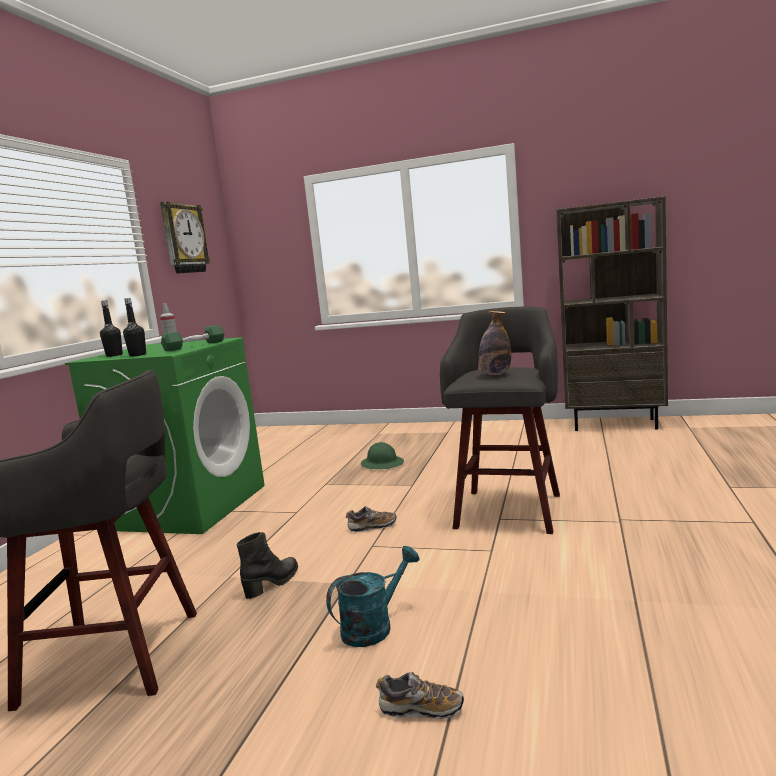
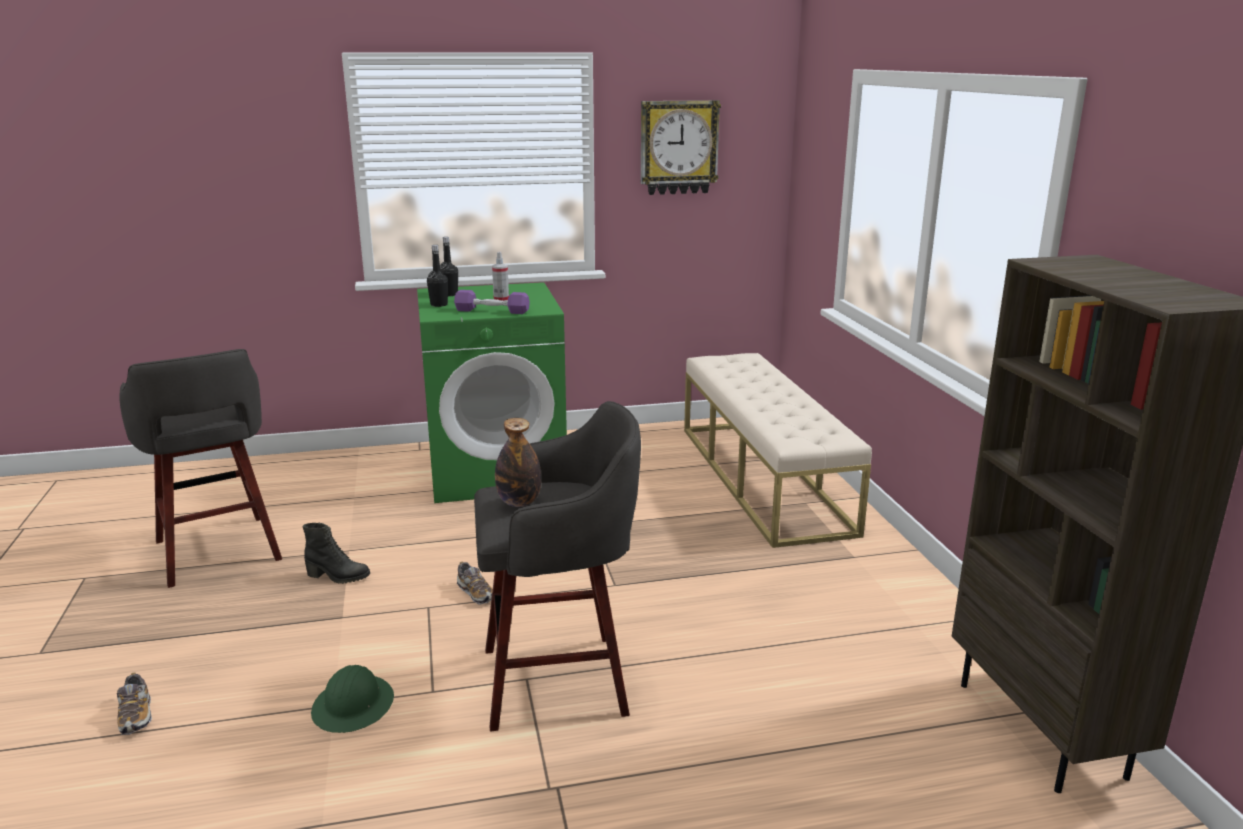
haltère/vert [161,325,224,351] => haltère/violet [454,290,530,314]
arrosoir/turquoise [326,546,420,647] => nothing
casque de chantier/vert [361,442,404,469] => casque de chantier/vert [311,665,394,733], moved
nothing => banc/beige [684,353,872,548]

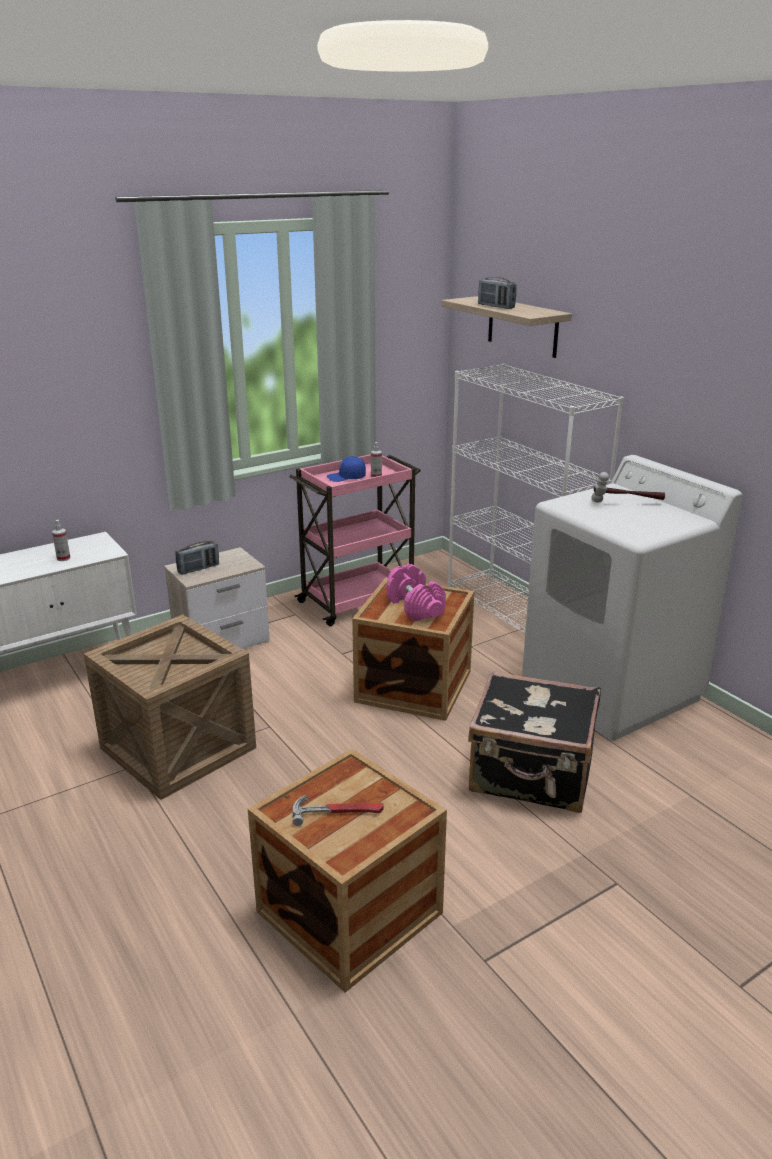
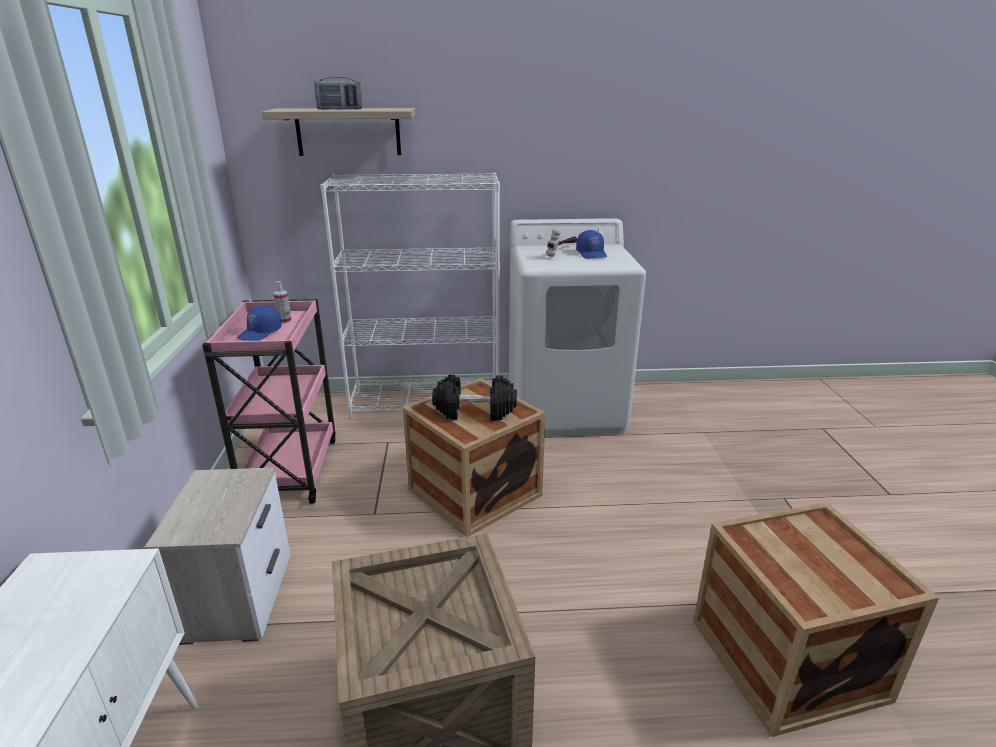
vaporisateur [52,520,71,561] => nothing
radio [175,541,219,575] => nothing
marteau [293,795,384,826] => nothing
haltère/rose [387,564,446,621] => haltère/noir [432,374,517,421]
valise/noir [468,671,601,813] => nothing
nothing => casquette/bleu [576,230,607,259]

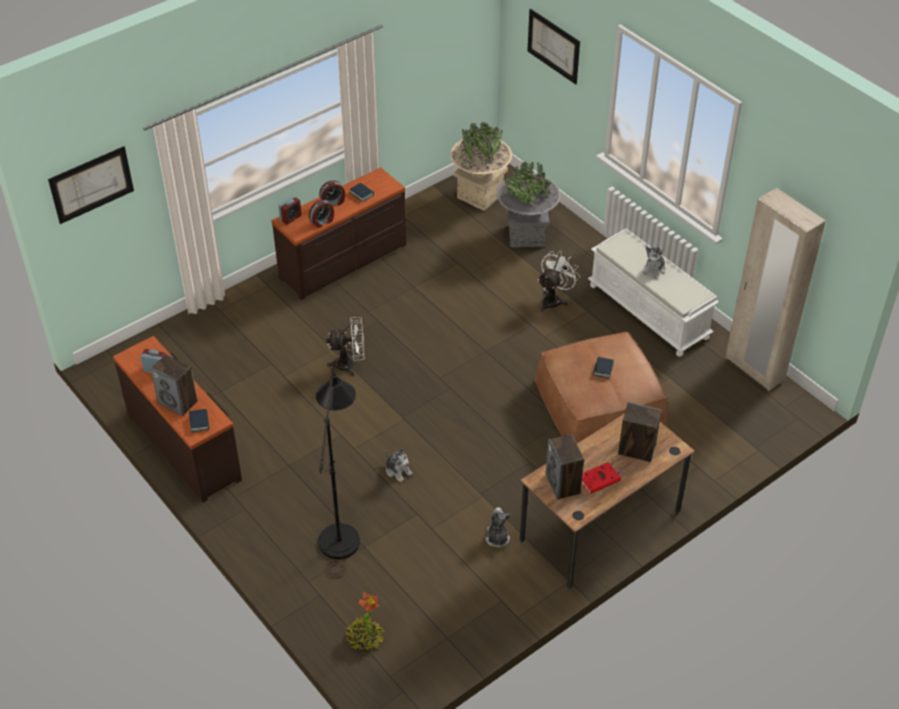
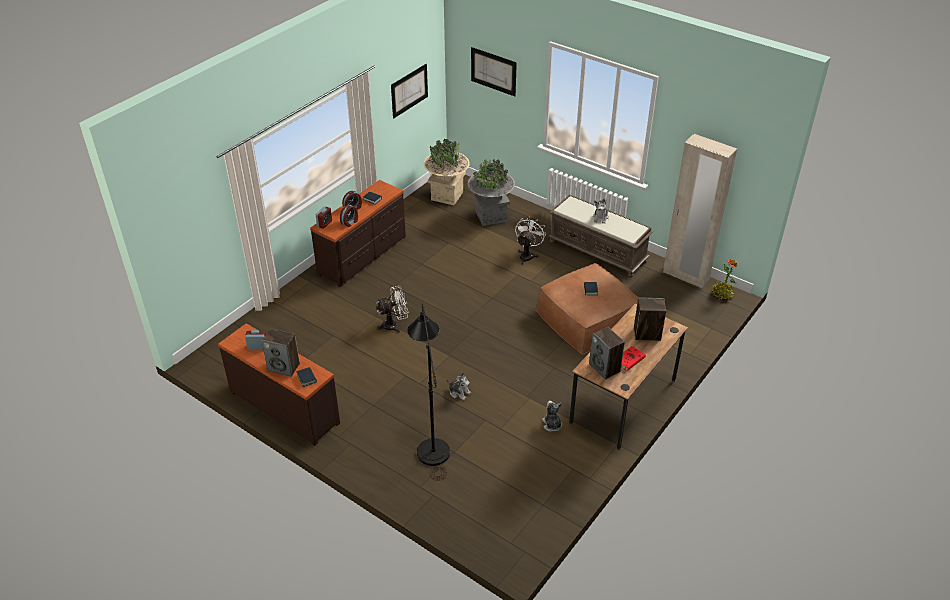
tableau [48,146,134,224] => tableau [391,64,428,118], moved
plante en pot [346,592,385,650] => plante en pot [711,259,737,300], moved
banc/blanc [588,228,719,357] => banc/marron [548,195,653,277]

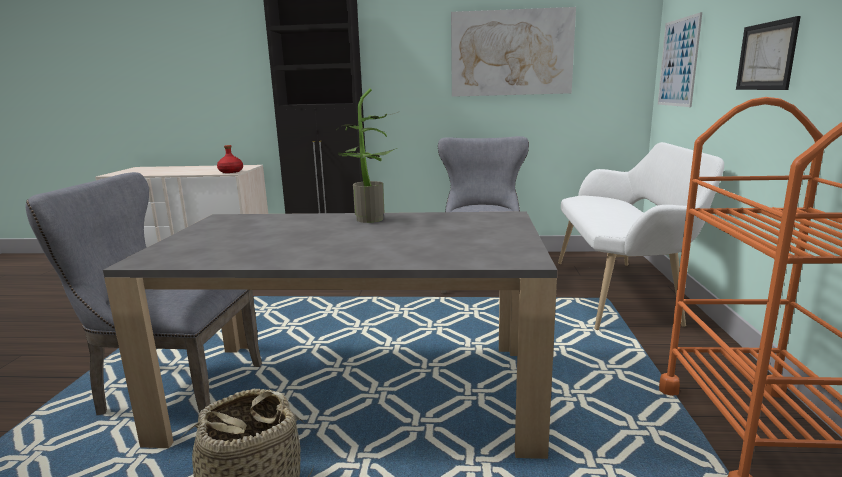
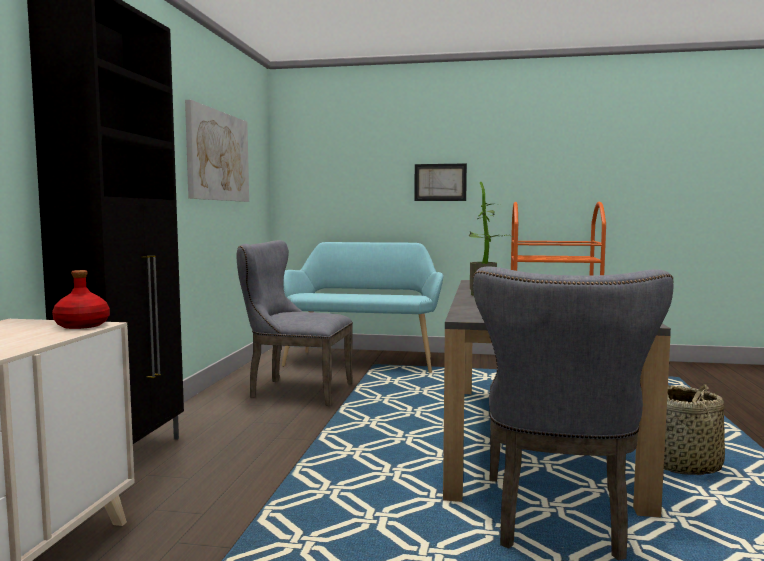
banc/blanc [558,142,724,330] => banc/turquoise [282,242,443,373]
tableau [658,12,702,107] => nothing

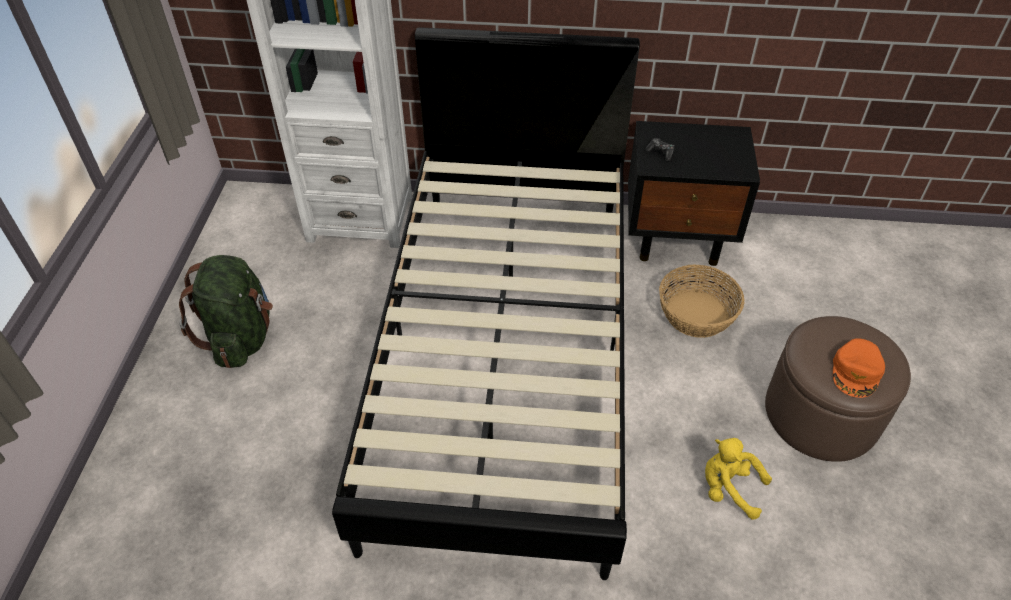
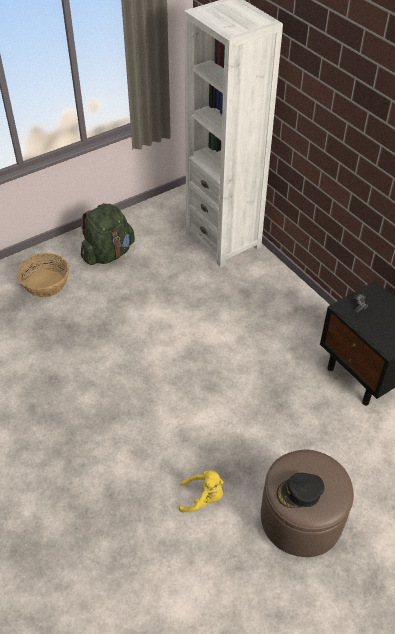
lit/noir [332,27,640,580] => nothing
panier [659,264,745,338] => panier [17,253,69,297], moved
peluche/jaune [705,438,772,519] => peluche/jaune [179,470,223,513], 105 degrees clockwise
casquette/orange [833,338,885,398] => casquette/noir [277,473,324,508]

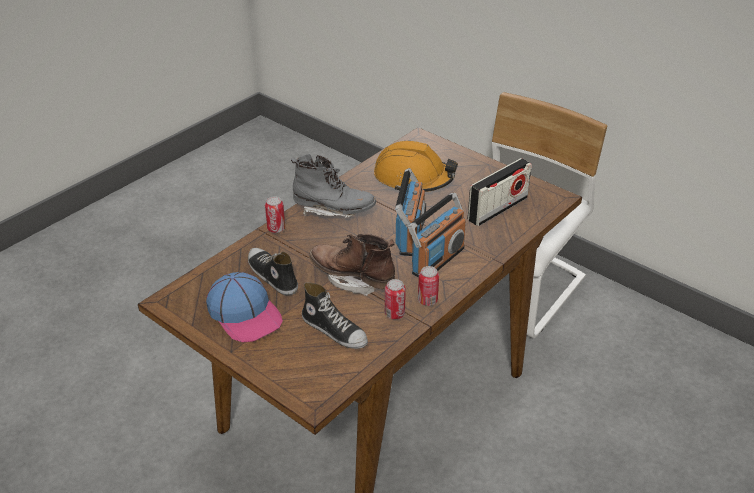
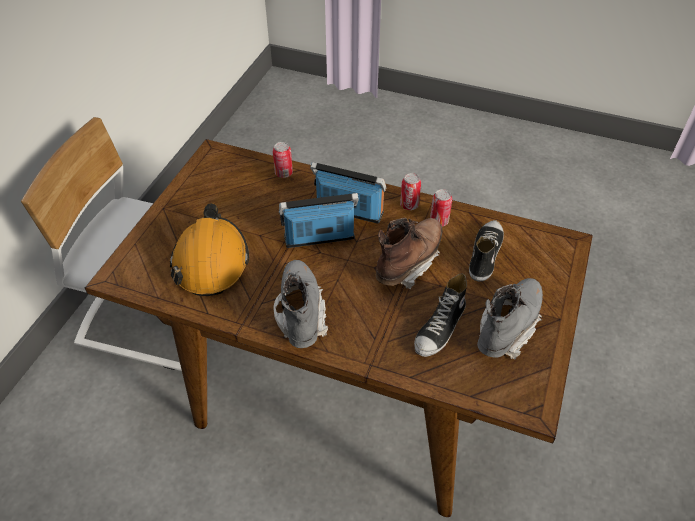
casquette [206,272,283,342] => botte/gris [477,278,543,360]
boîte métallique [265,196,285,233] => boîte métallique [273,142,293,178], moved
botte/marron [309,234,395,296] => botte/marron [376,218,443,289], 150 degrees counterclockwise
radio [468,158,532,226] => nothing

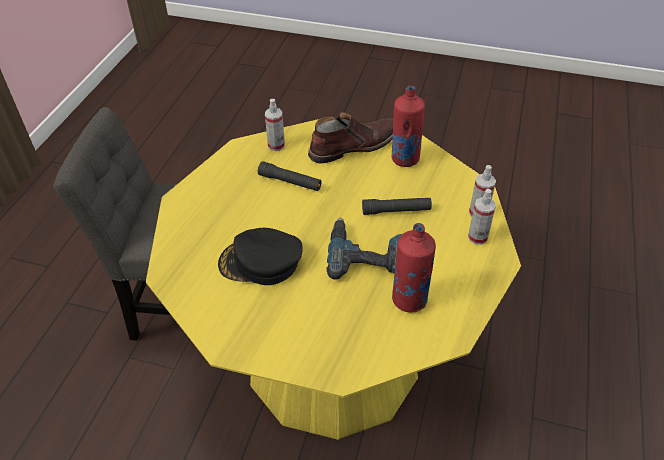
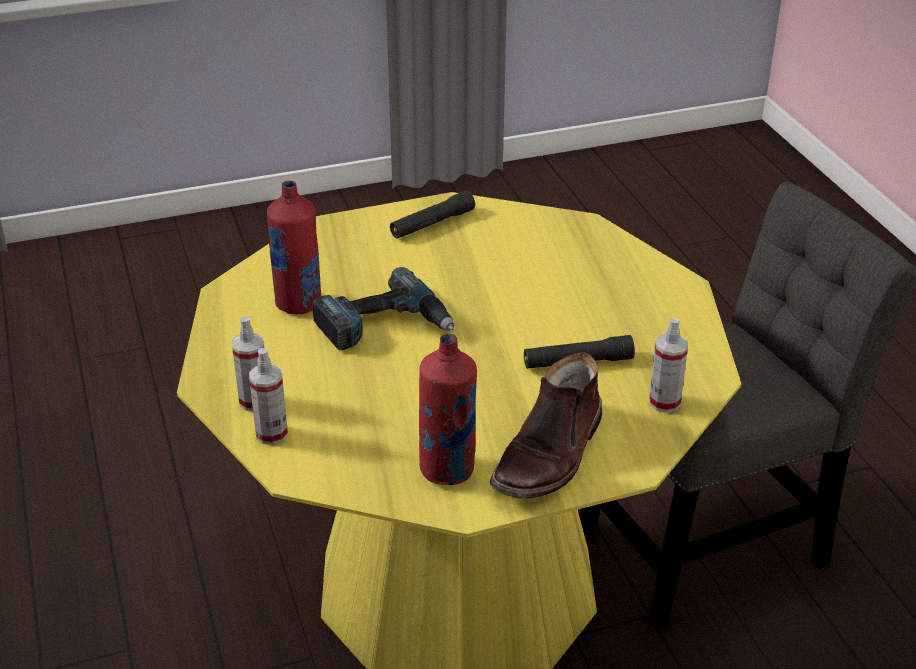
casquette/noir [218,228,303,285] => nothing
lampe de poche/noir [362,198,432,215] => lampe de poche/noir [390,191,475,239], moved

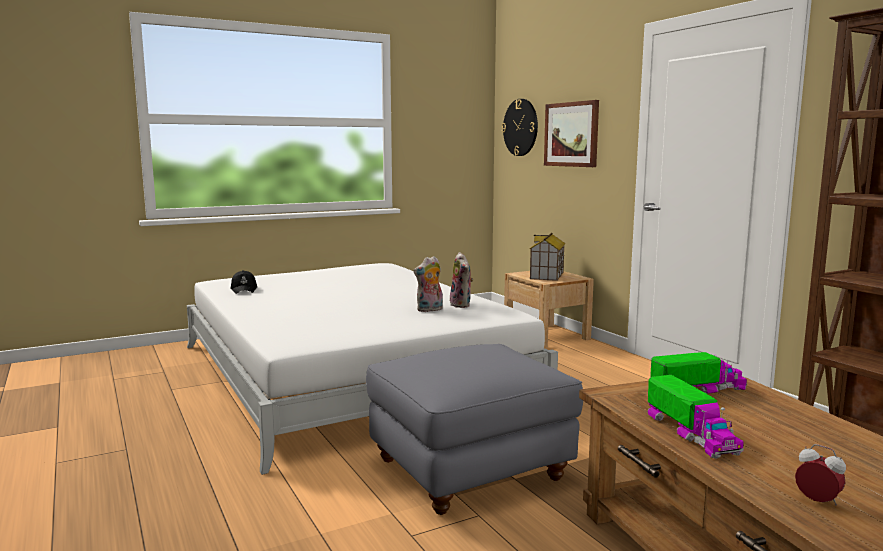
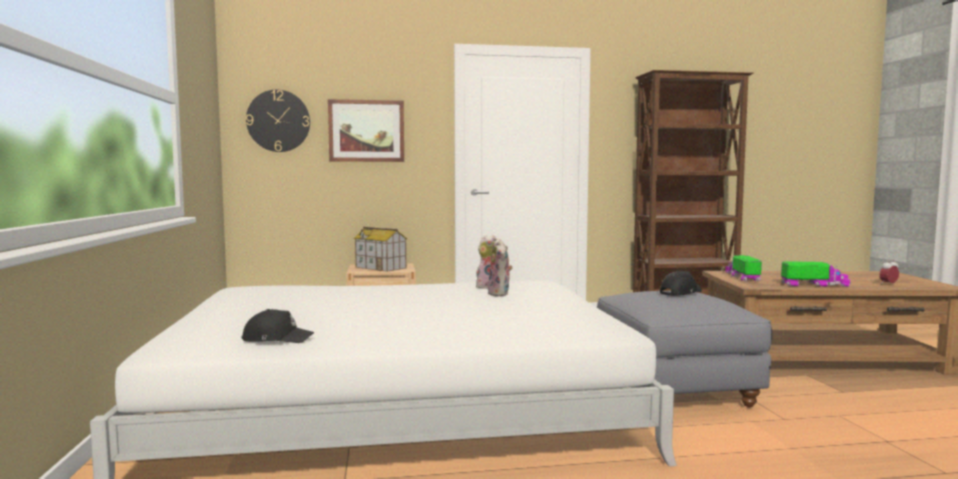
nothing => casquette/noir [660,271,702,296]

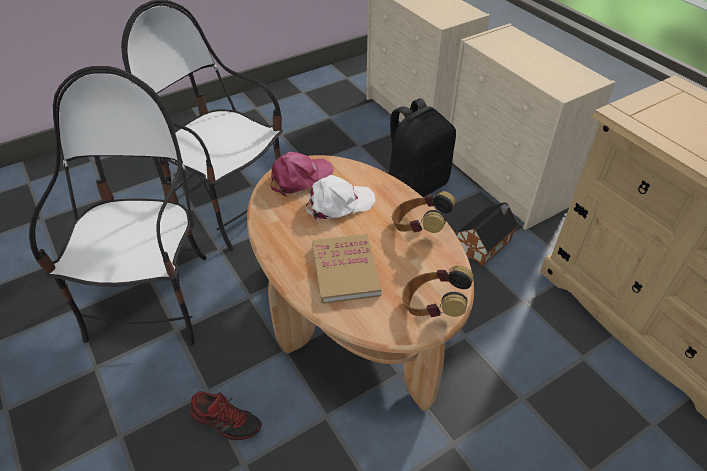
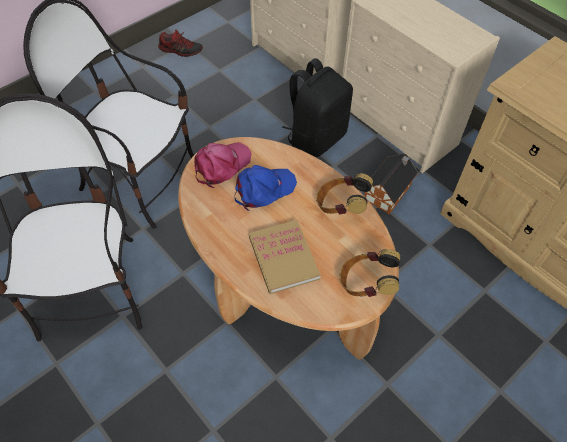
chaussure [190,391,262,440] => chaussure [158,30,203,57], moved
casquette/blanc [306,175,376,221] => casquette/bleu [235,165,297,211]

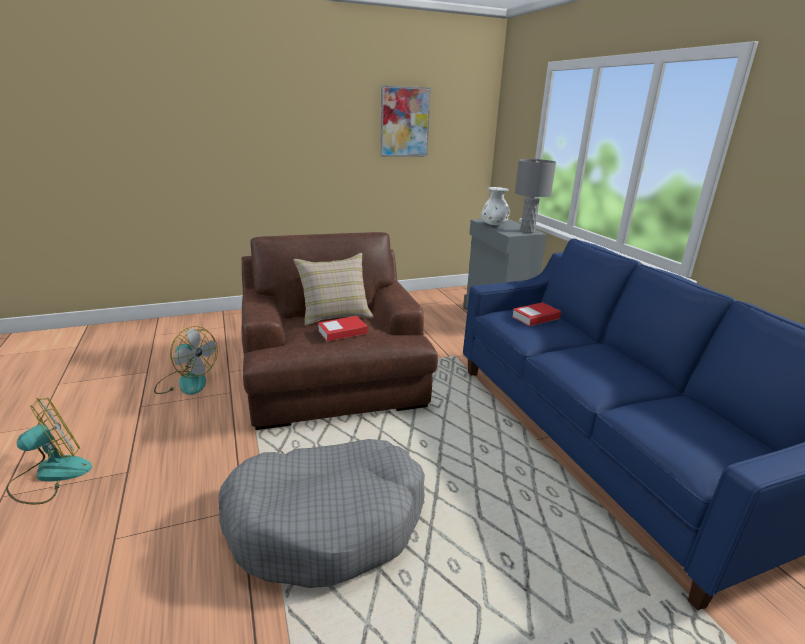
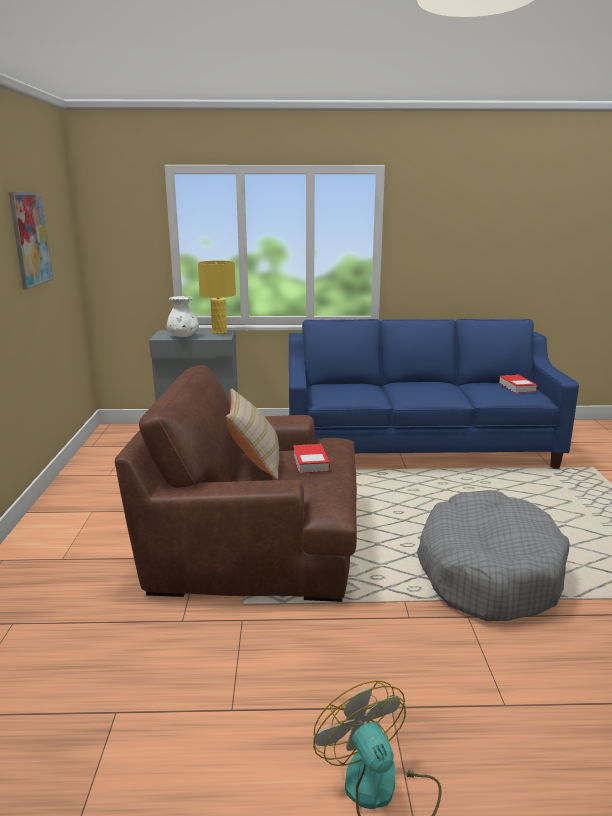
ventilateur [154,326,218,395] => nothing
livre [512,302,561,326] => livre [499,375,537,393], moved
lampe de table/gris [515,159,556,233] => lampe de table/jaune [198,261,236,334]

